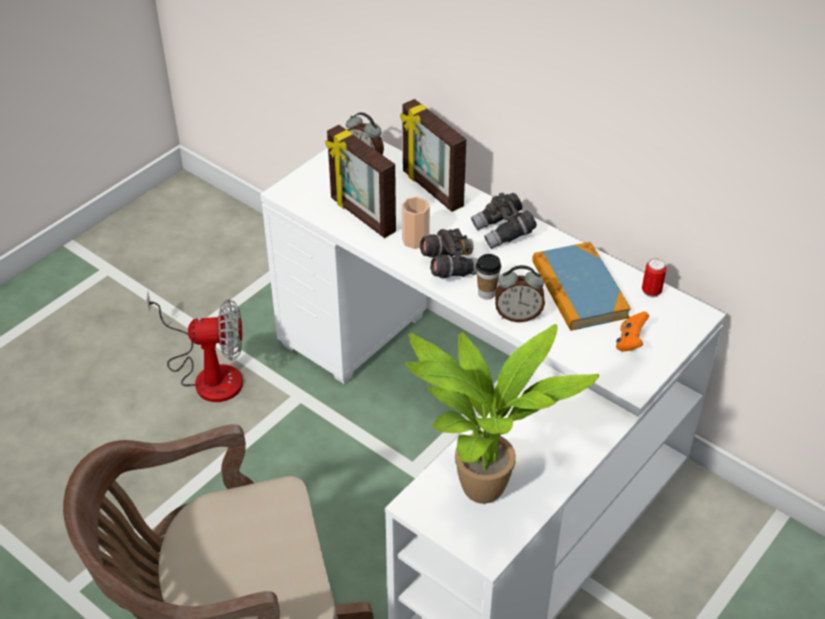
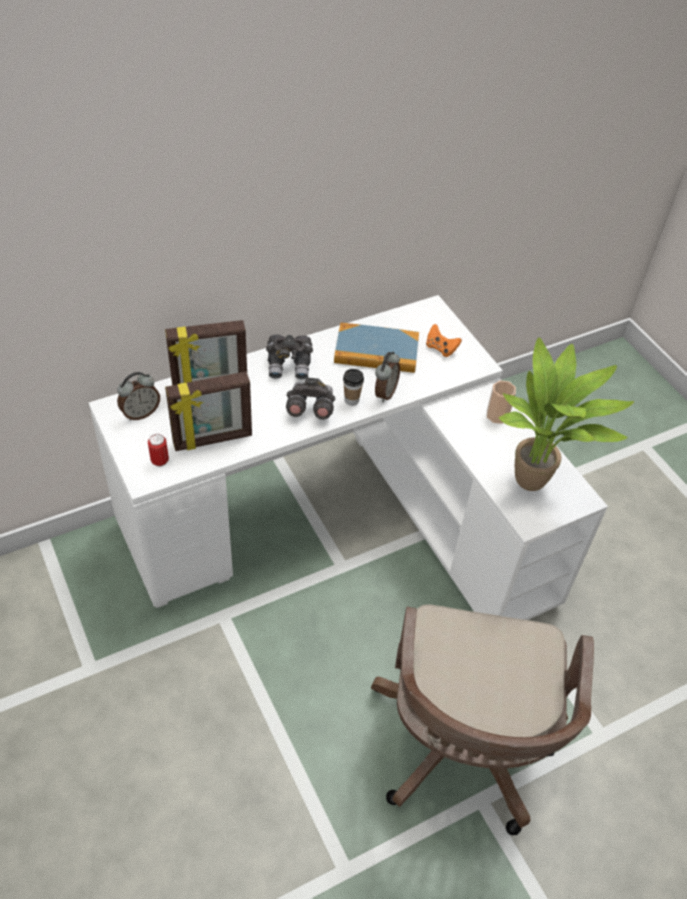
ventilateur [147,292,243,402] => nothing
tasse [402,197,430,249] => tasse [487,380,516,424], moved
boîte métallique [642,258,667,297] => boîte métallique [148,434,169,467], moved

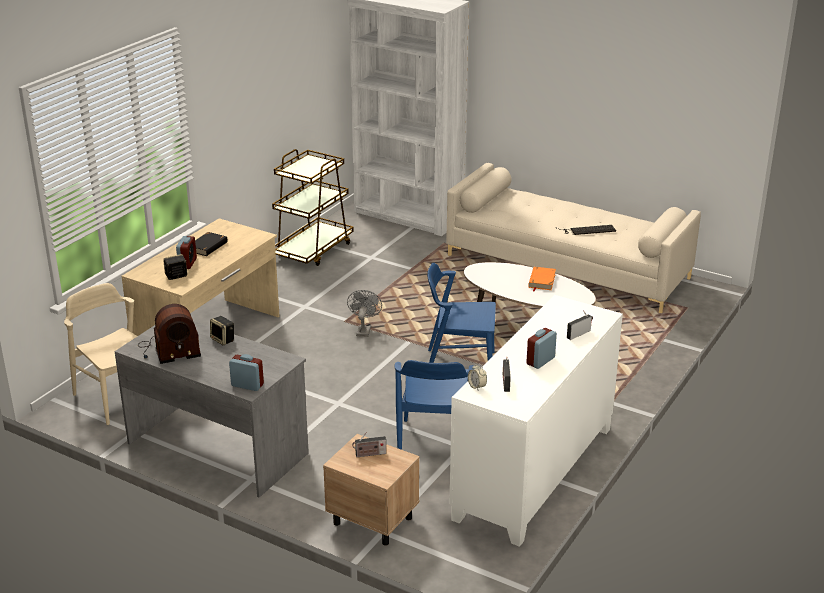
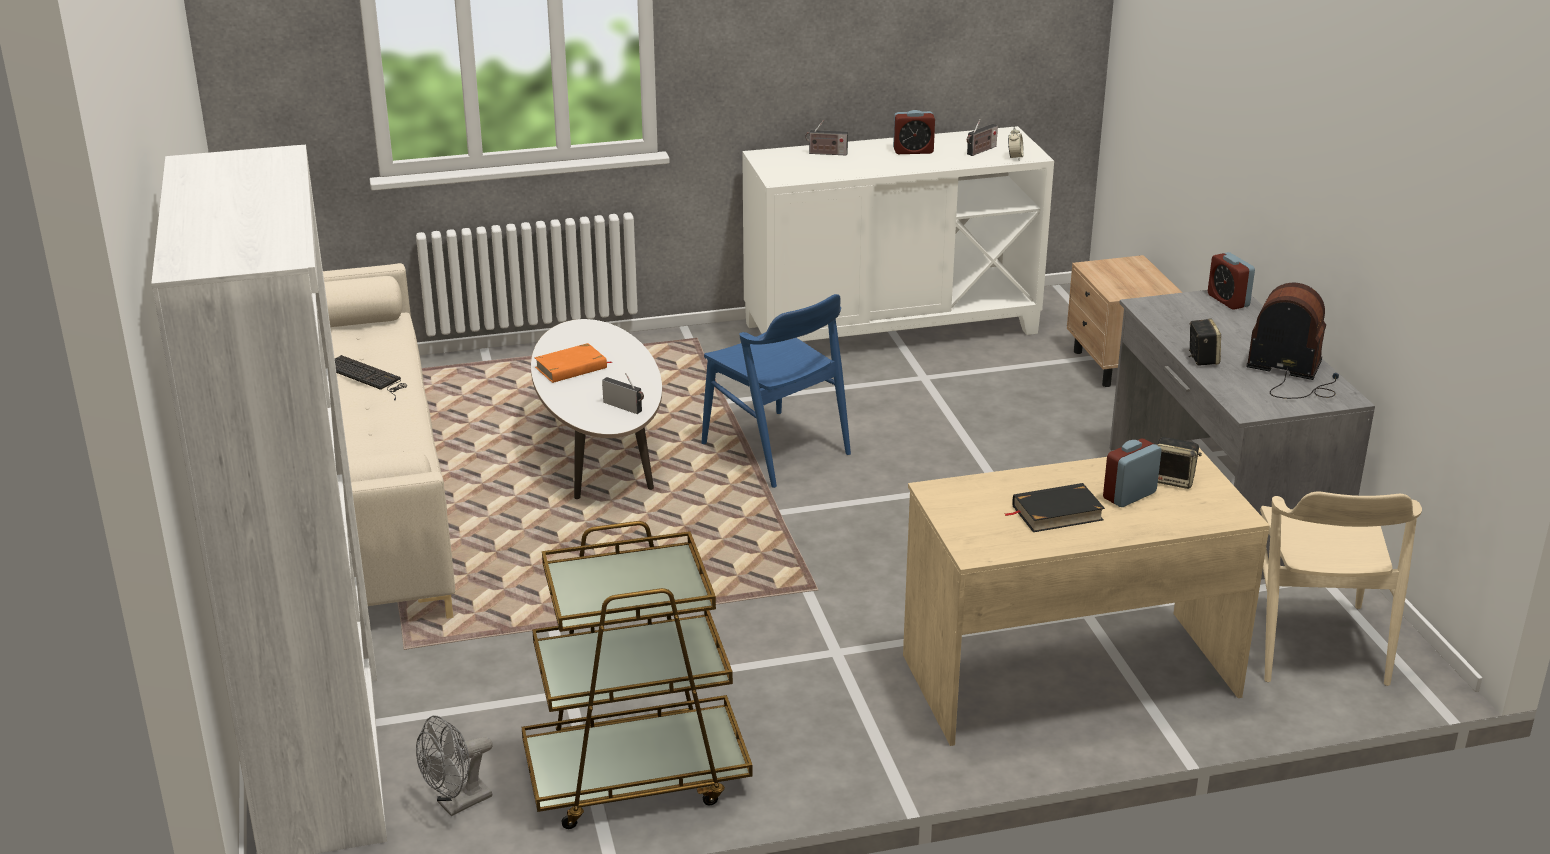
ventilateur/gris [347,290,382,337] => ventilateur/gris [416,716,493,816], moved
radio [352,432,386,457] => radio [602,373,644,414], moved
chaise/bleu [395,360,474,450] => nothing

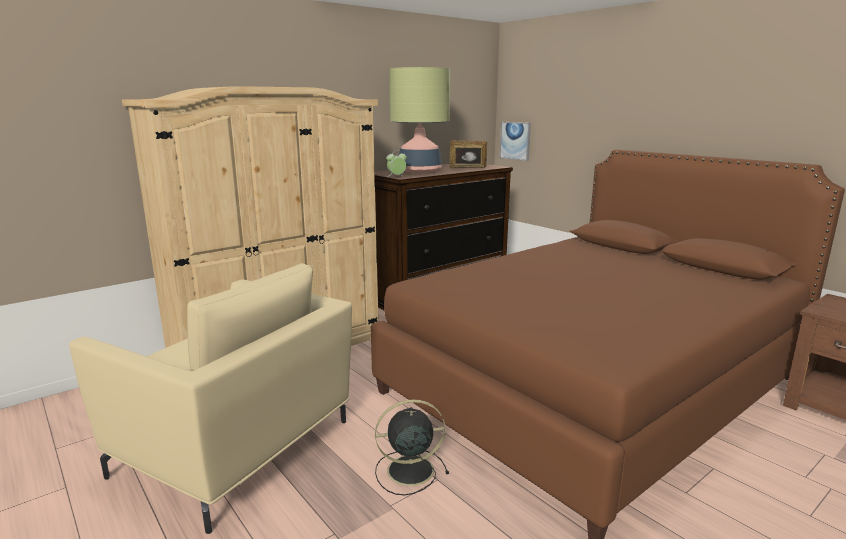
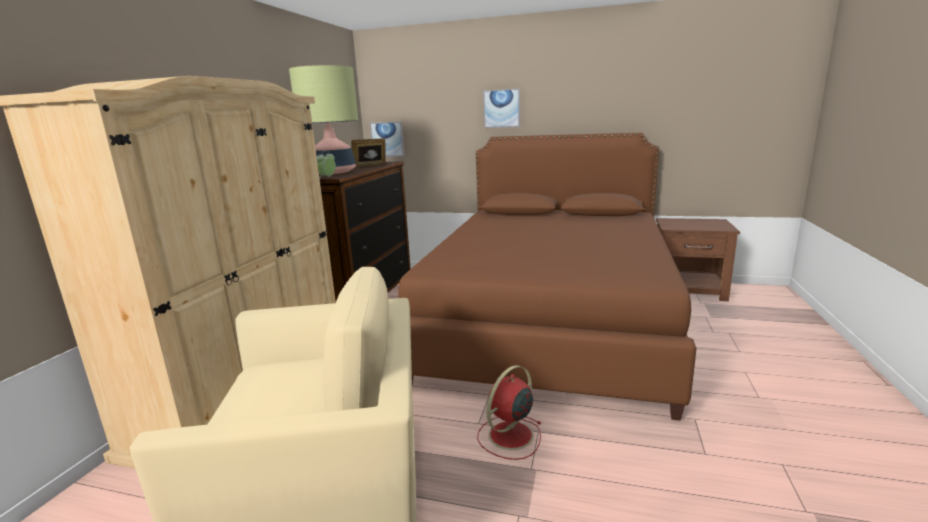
ventilateur/noir [375,399,449,495] => ventilateur/rouge [477,365,541,460]
nothing => tableau [483,89,520,128]

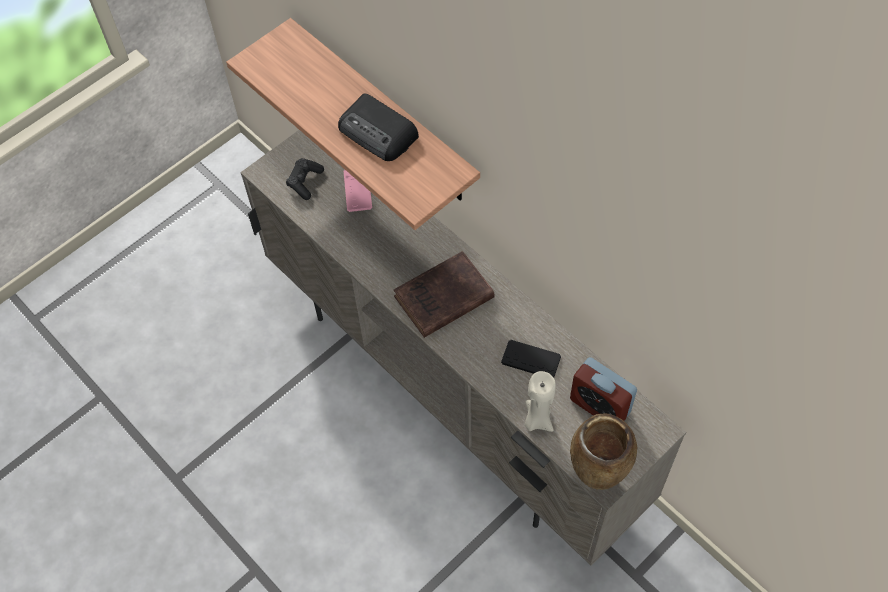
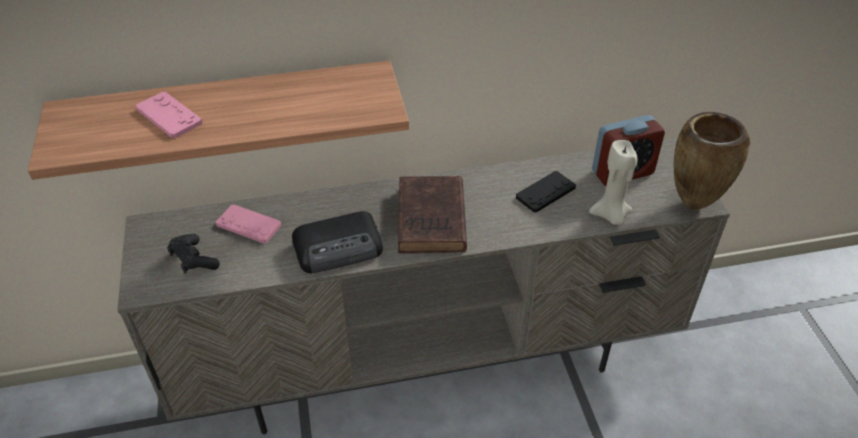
radio [338,94,419,161] => radio [292,211,383,273], moved
nothing => manette/rose [136,92,203,139]

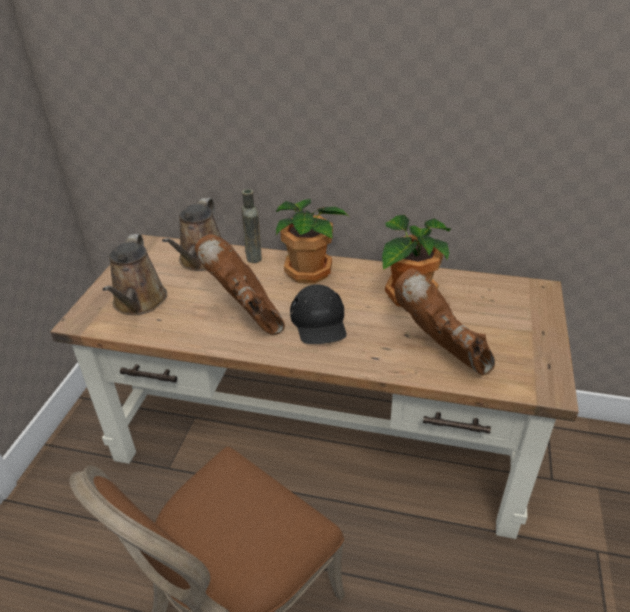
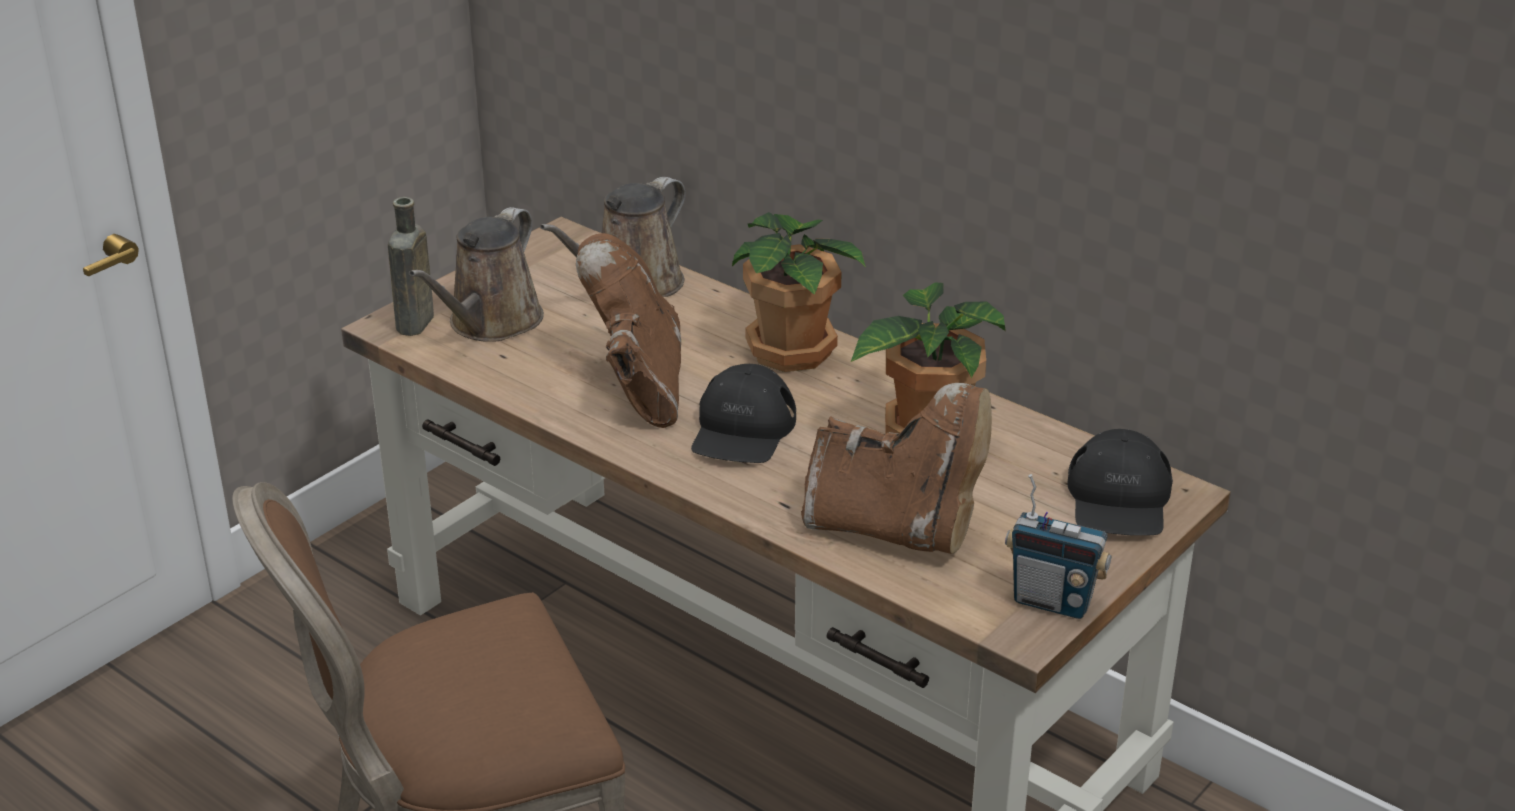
bouteille/marron [241,189,262,263] => bouteille/marron [388,197,434,336], moved
botte/marron [394,268,495,375] => botte/marron [801,383,992,554], 120 degrees clockwise
nothing => radio [1005,474,1111,619]
nothing => casquette/noir [1068,429,1173,536]

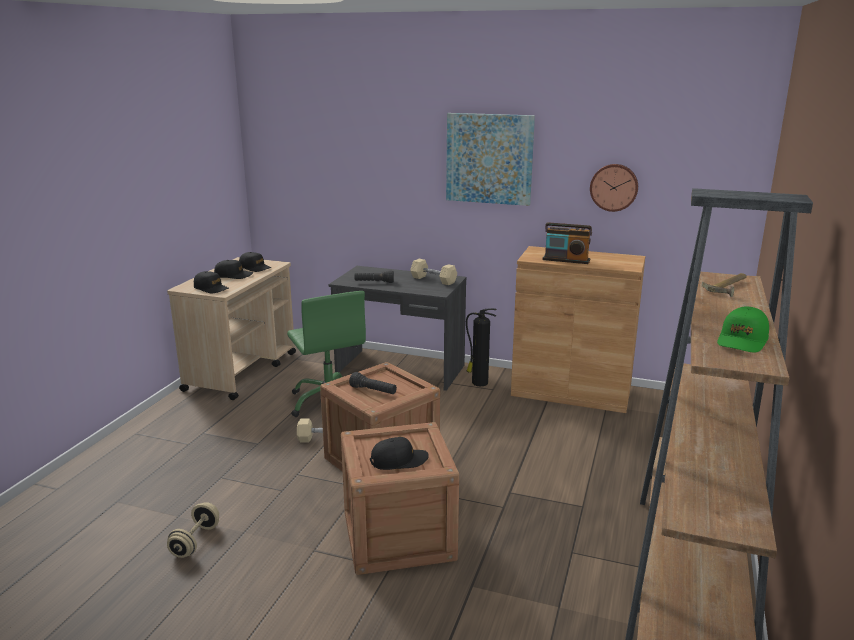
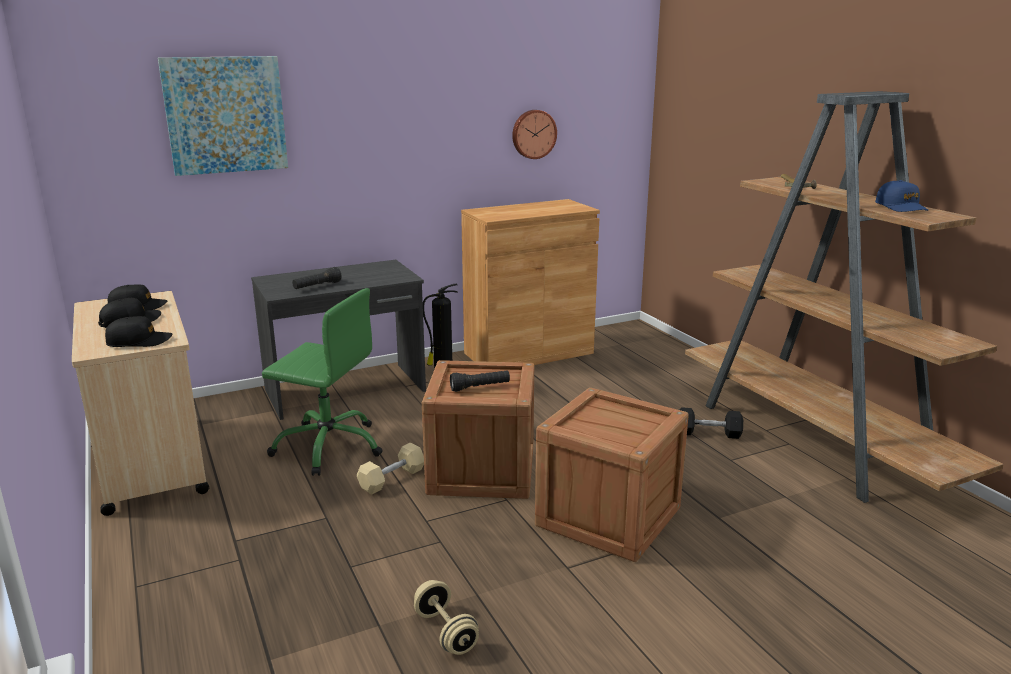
casquette/noir [370,437,429,470] => nothing
haltère/beige [410,259,457,285] => nothing
tableau [446,113,535,206] => tableau [158,56,288,176], moved
radio [542,222,592,264] => nothing
casquette/vert [717,306,769,353] => casquette/bleu [875,180,928,212]
nothing => haltère/noir [680,407,743,439]

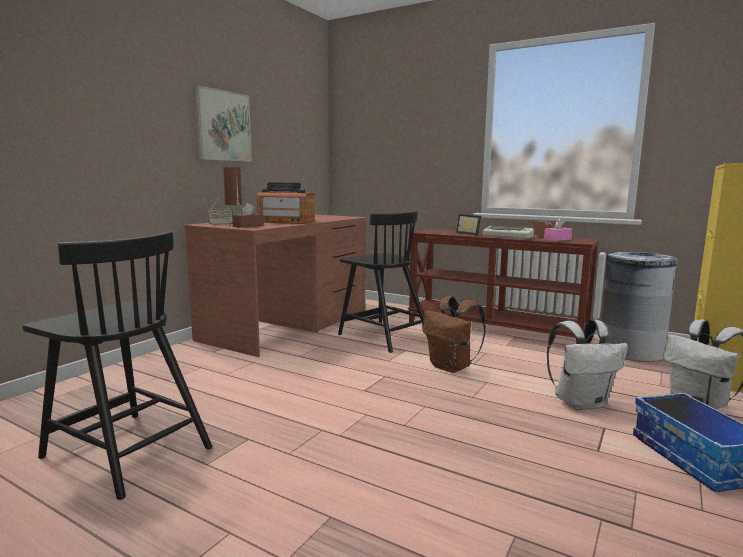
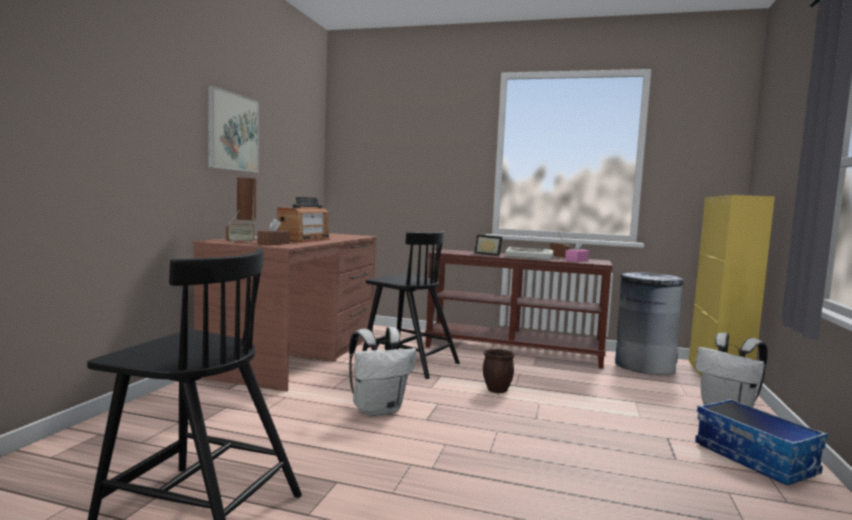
radio [256,182,315,224] => radio [277,197,330,243], 75 degrees counterclockwise
sac à dos/marron [422,296,486,373] => cache-pot/marron [483,349,514,393]
sac à dos/blanc [547,319,628,410] => sac à dos/blanc [349,327,417,417], moved

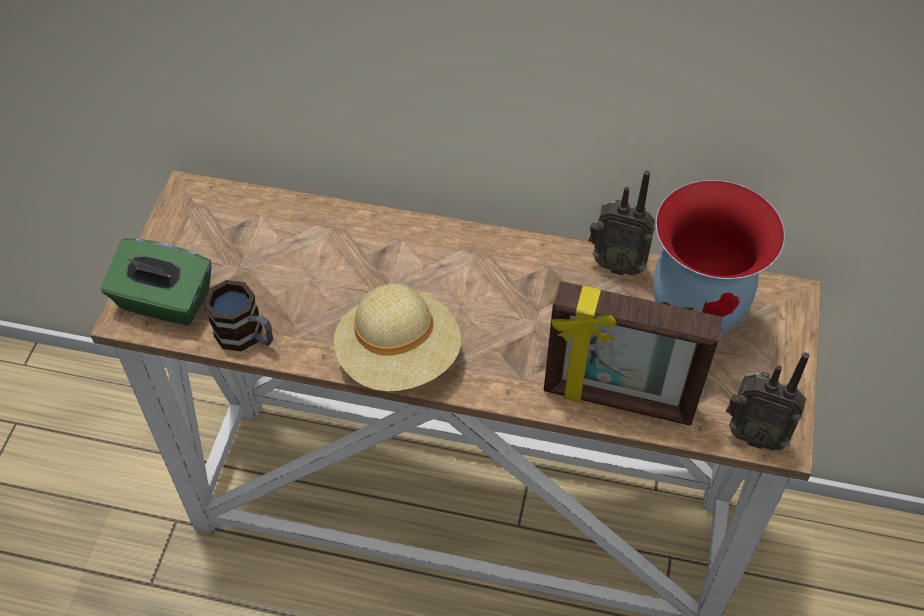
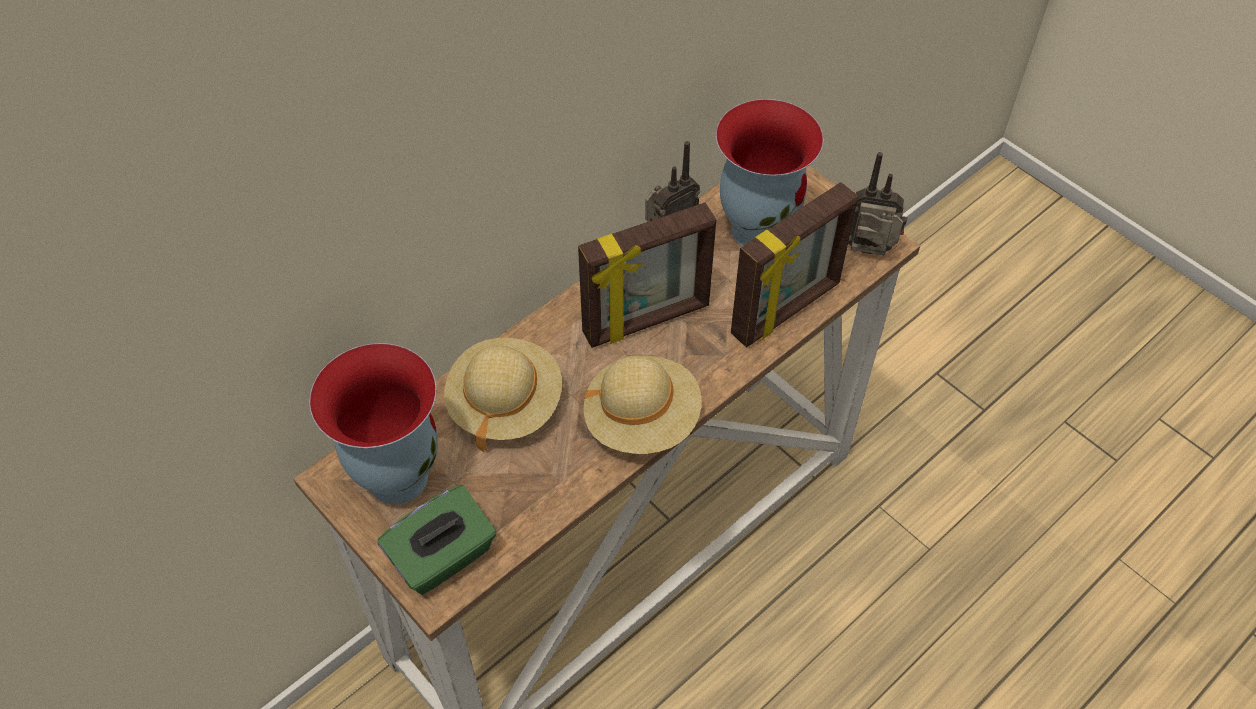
mug [204,280,273,351] => nothing
radio [726,352,809,450] => radio [848,152,908,256], 135 degrees counterclockwise
nothing => vase [309,343,438,504]
nothing => chapeau/beige [444,338,562,452]
nothing => cadre photo [578,203,716,348]

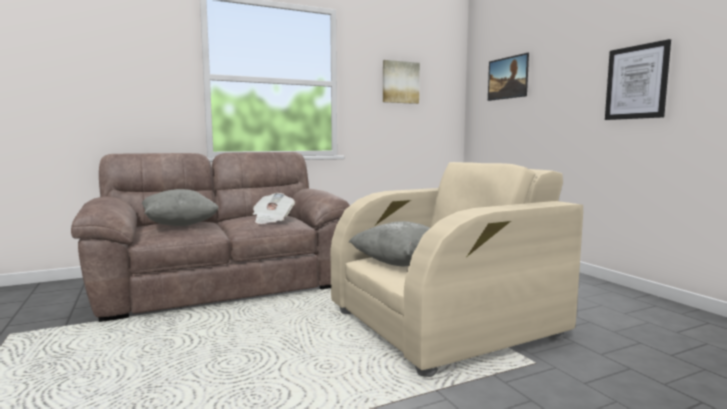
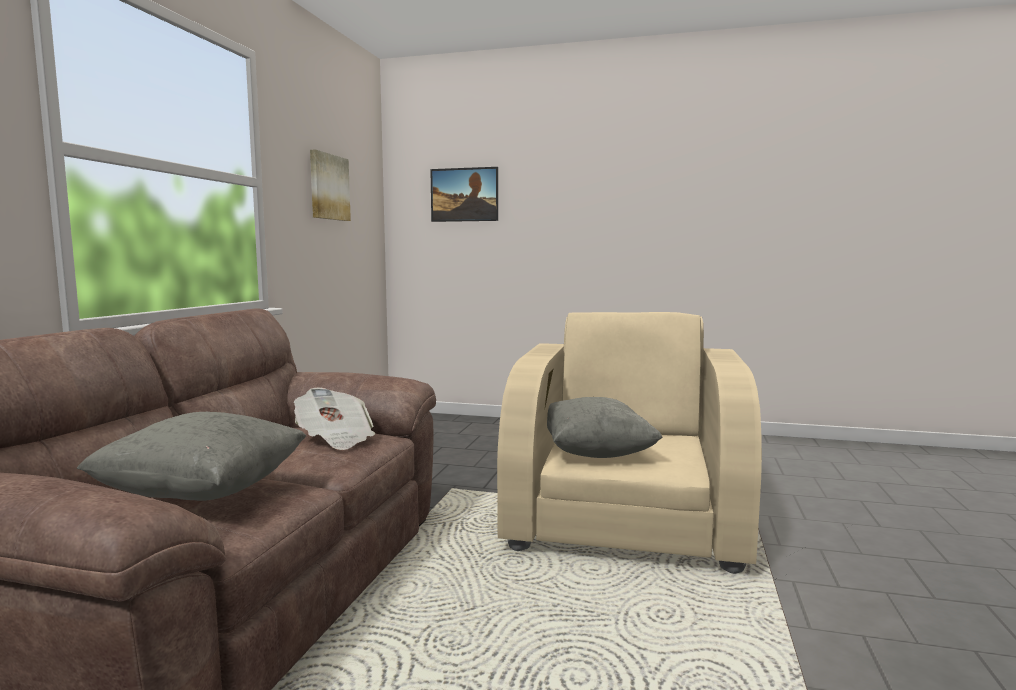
tableau [605,39,671,120] => nothing

